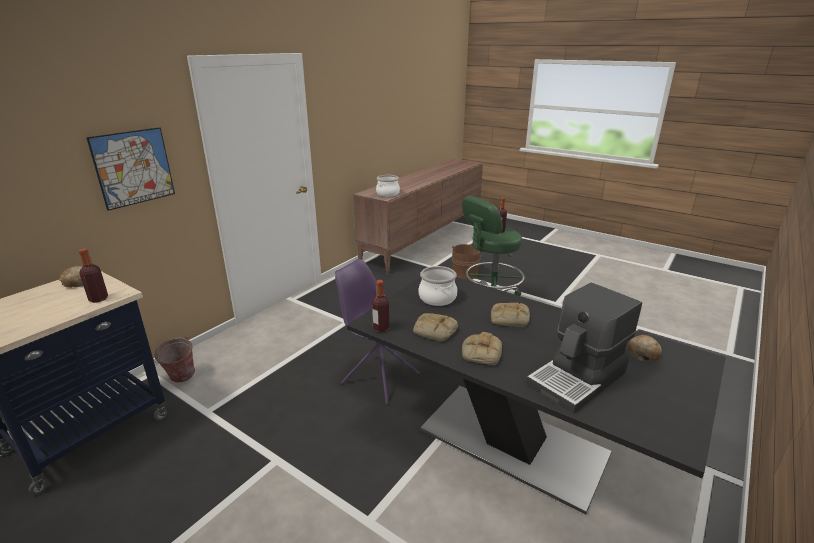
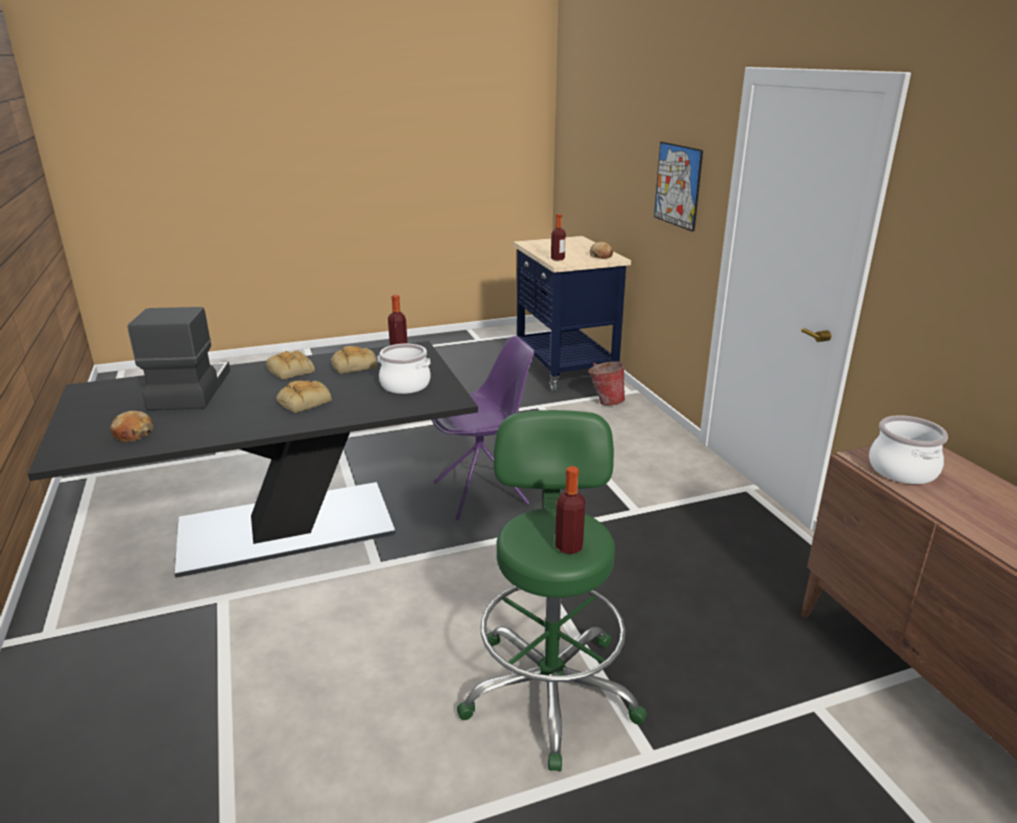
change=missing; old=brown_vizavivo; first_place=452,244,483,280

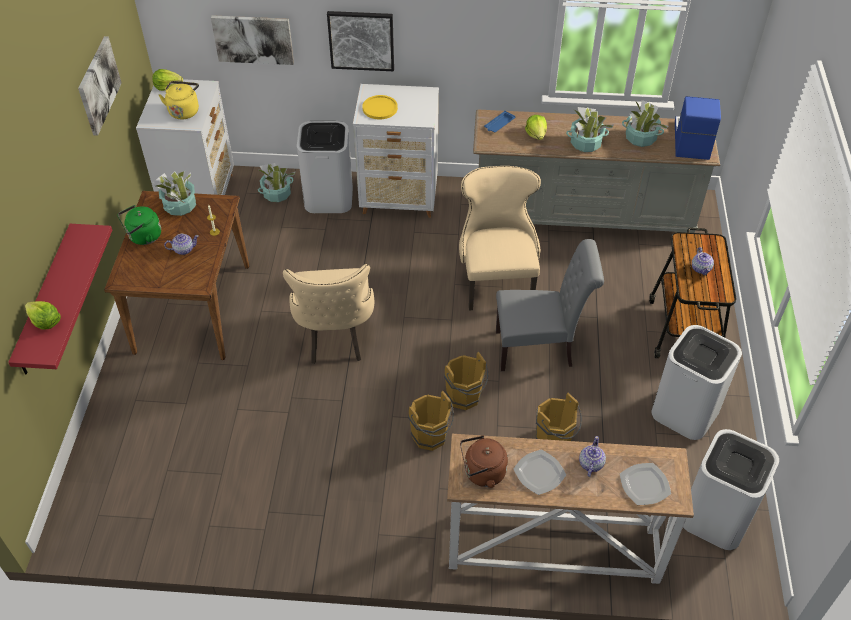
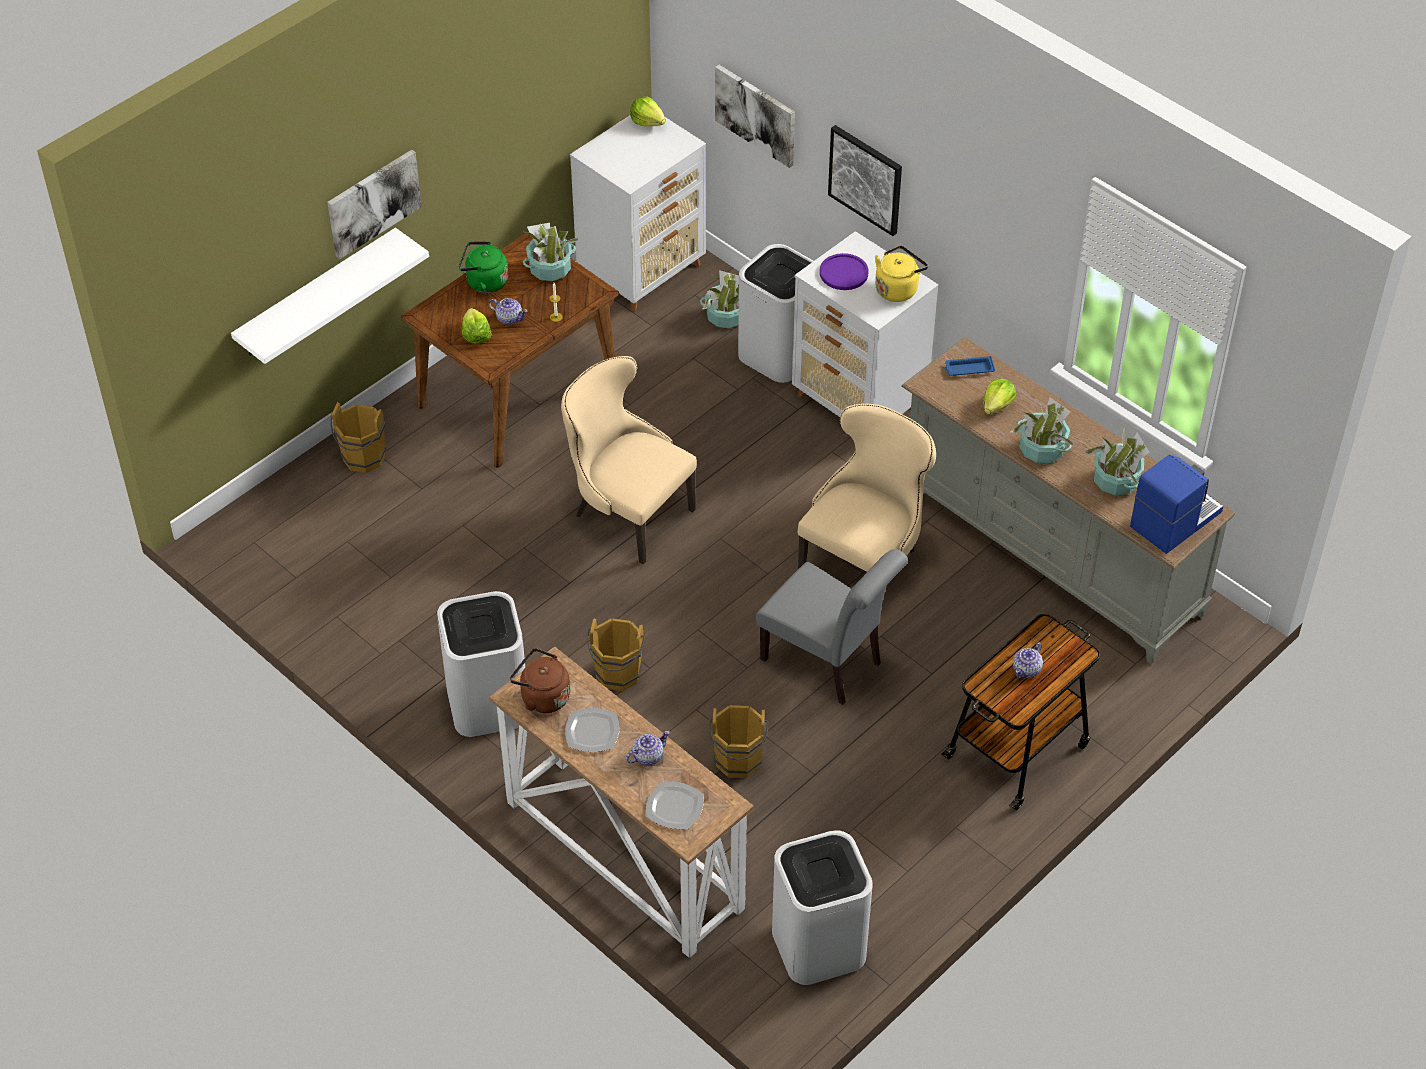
change=colour; old=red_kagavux; new=white_kagavux; first_place=8,224,112,375; second_place=231,228,429,364
change=relocated; old=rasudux; first_place=25,301,61,330; second_place=462,308,492,344
change=relocated; old=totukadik; first_place=78,36,122,136; second_place=327,149,422,259
change=relocated; old=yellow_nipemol; first_place=159,81,199,119; second_place=875,245,928,302
change=spun; old=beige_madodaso; first_place=283,264,374,364; second_place=561,356,697,564; degrees=90
change=colour; old=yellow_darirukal; new=purple_darirukal; first_place=362,95,398,119; second_place=820,253,868,290
change=relocated; old=brown_vizavivo; first_place=444,352,488,410; second_place=331,402,386,473
change=relocated; old=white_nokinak; first_place=651,325,742,440; second_place=437,591,525,737

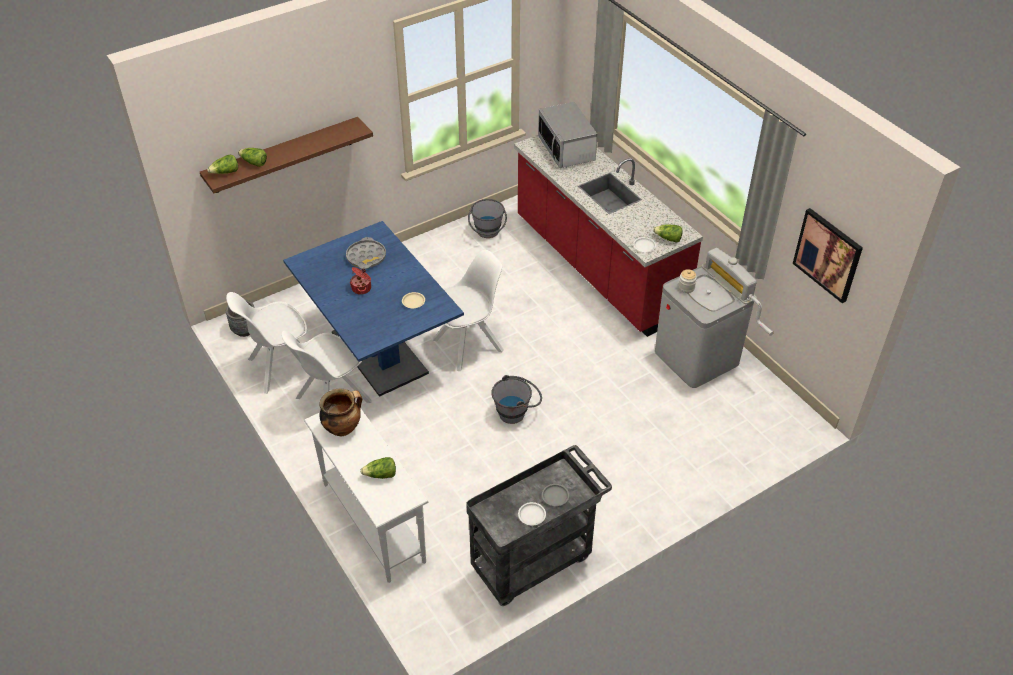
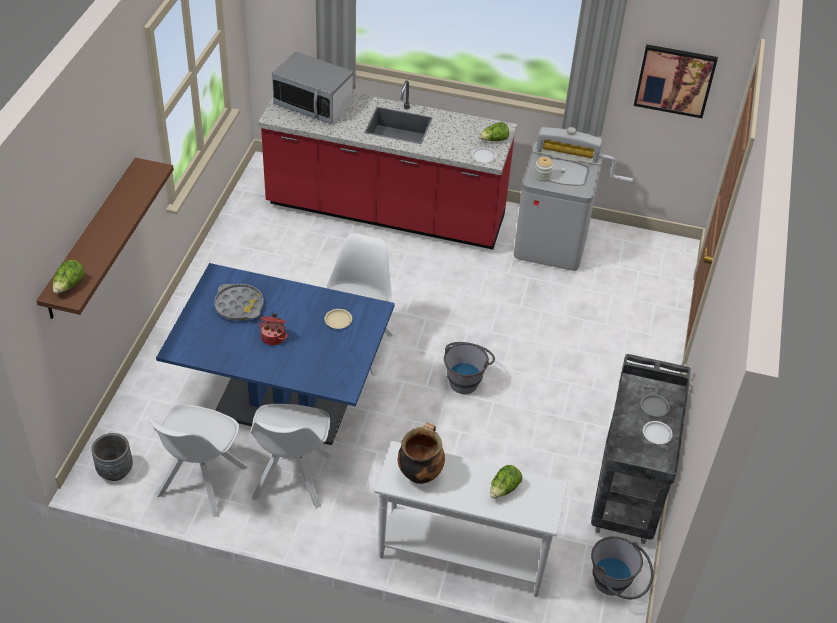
change=missing; old=rasudux; first_place=238,148,267,167
change=relocated; old=grey_vizavivo; first_place=468,199,507,238; second_place=591,536,653,599

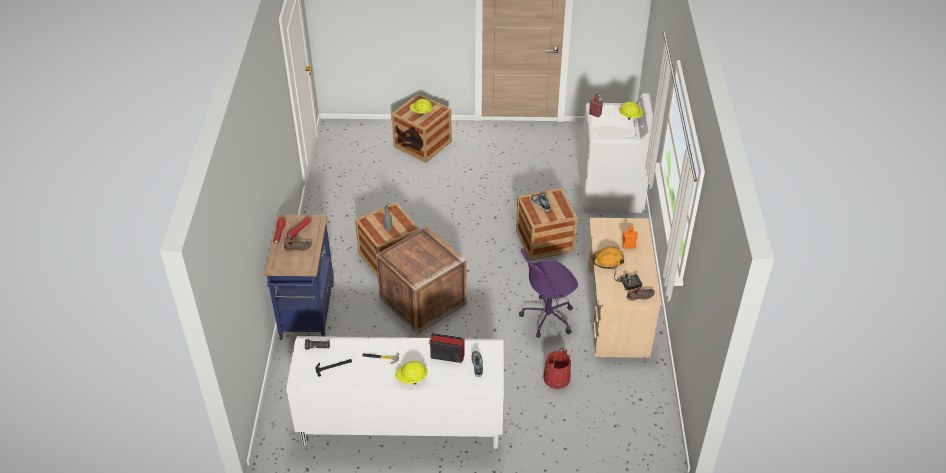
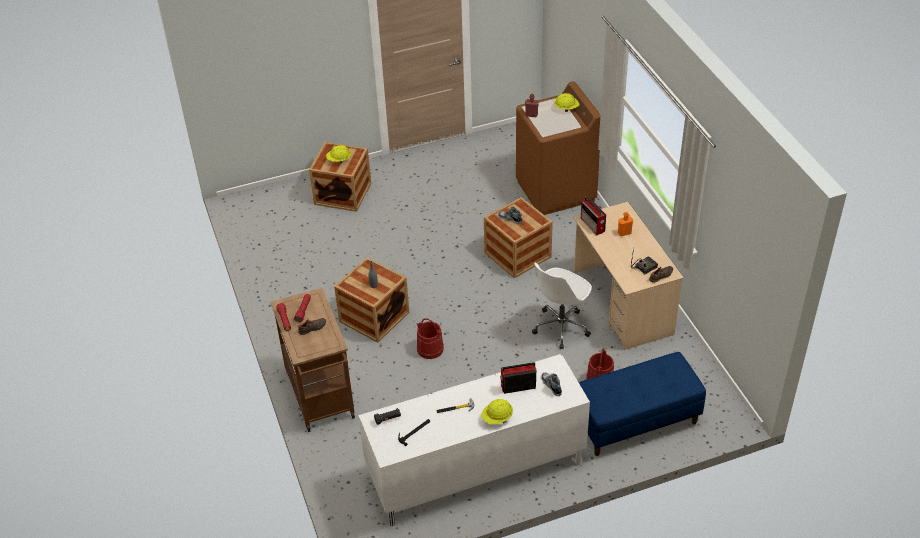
change=colour; old=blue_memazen; new=brown_memazen; first_place=264,215,334,340; second_place=271,288,355,432
change=exchanged; old=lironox; new=red_vizavivo; first_place=376,226,467,334; second_place=417,318,444,359
change=colour; old=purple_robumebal; new=white_robumebal; first_place=519,248,578,338; second_place=532,262,592,349
change=colour; old=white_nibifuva; new=brown_nibifuva; first_place=580,93,653,213; second_place=516,81,601,215
change=missing; old=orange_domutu; first_place=591,246,624,269
change=appeared; new=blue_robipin; second_place=579,352,706,456
change=appeared; new=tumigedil; second_place=581,197,606,235

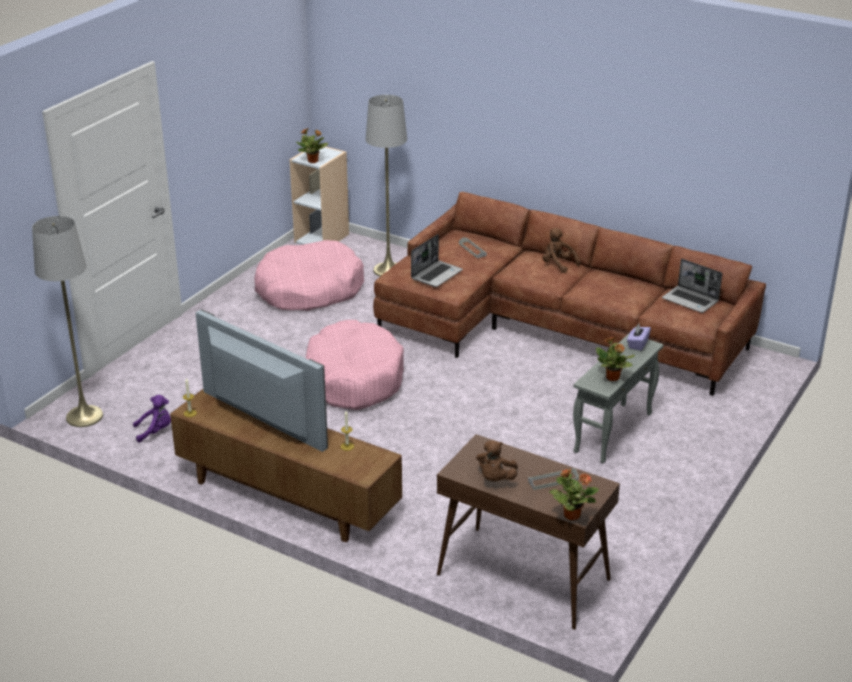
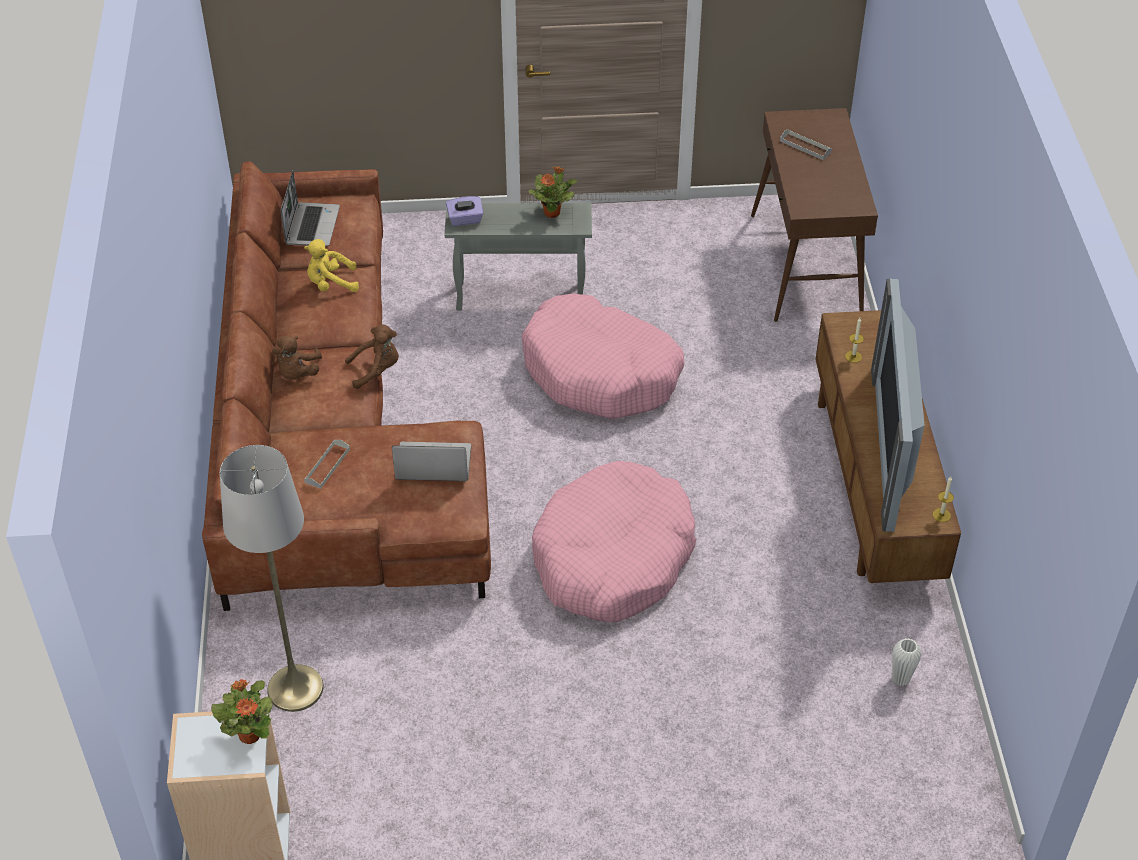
change=missing; old=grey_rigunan; first_place=32,216,103,427
change=exchanged; old=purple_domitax; new=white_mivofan; first_place=133,395,171,442; second_place=892,638,921,686
change=relocated; old=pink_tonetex; first_place=254,240,364,311; second_place=522,294,684,419
change=relocated; old=brown_domitax; first_place=476,440,518,481; second_place=345,324,399,389
change=missing; old=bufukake; first_place=549,469,599,520
change=appeared; new=yellow_domitax; second_place=304,239,359,292

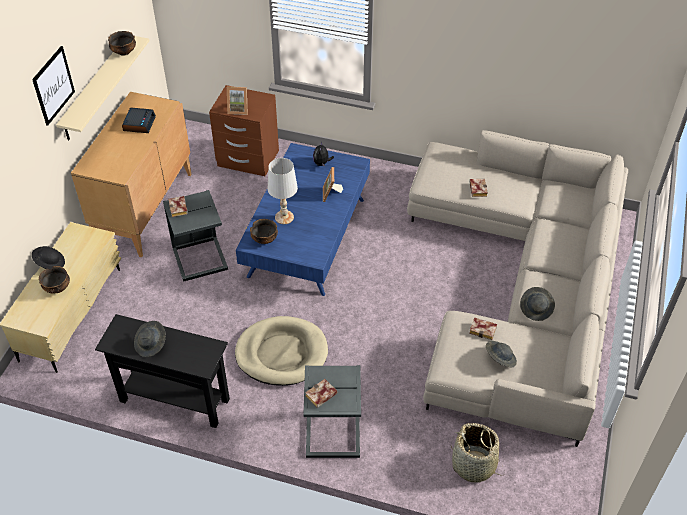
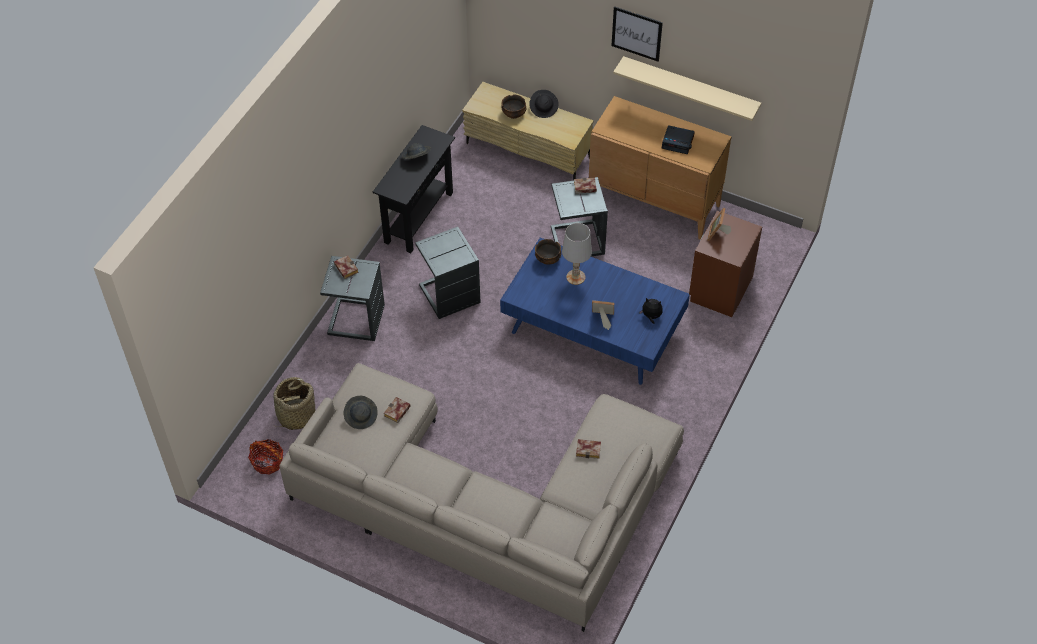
change=missing; old=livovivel; first_place=108,31,136,56
change=exchanged; old=beige_tonetex; new=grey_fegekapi; first_place=235,316,328,386; second_place=415,226,480,319
change=missing; old=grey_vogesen; first_place=520,287,555,321
change=appeared; new=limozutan; second_place=248,439,283,474

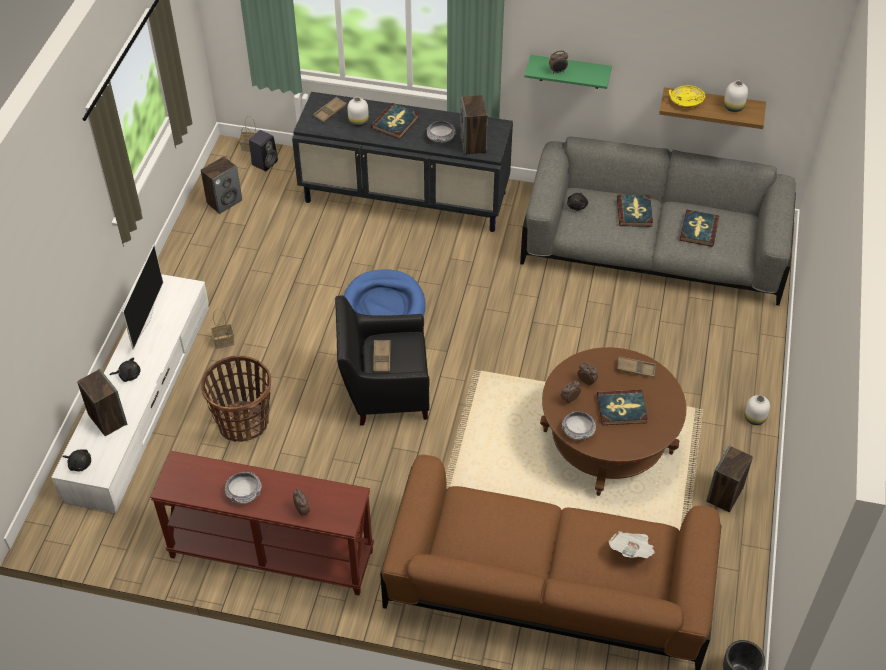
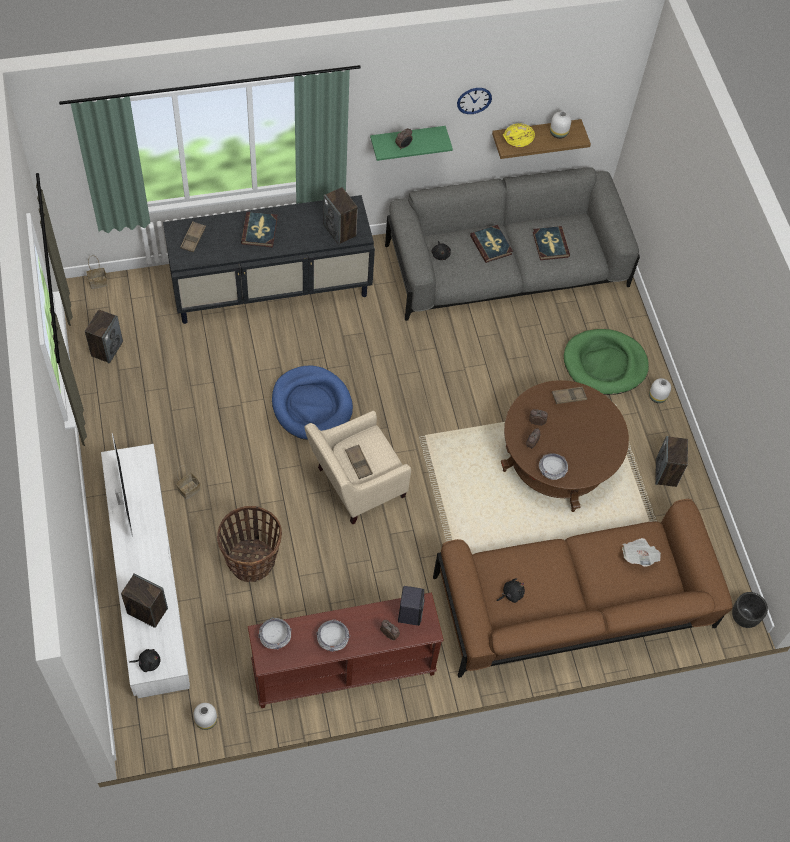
change=relocated; old=black_domitax; first_place=110,357,141,382; second_place=497,578,525,603
change=relocated; old=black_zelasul; first_place=249,130,278,171; second_place=398,586,425,626
change=colour; old=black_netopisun; new=beige_netopisun; first_place=335,295,430,426; second_place=305,411,411,525
change=relocated; old=white_mivofan; first_place=348,97,369,127; second_place=193,703,217,730
change=relocated; old=livovivel; first_place=426,121,456,143; second_place=258,618,292,649
change=missing; old=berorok; first_place=597,390,648,425
change=appeared; new=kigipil; second_place=457,88,492,114
change=appeared; new=green_tonetex; second_place=564,329,649,395

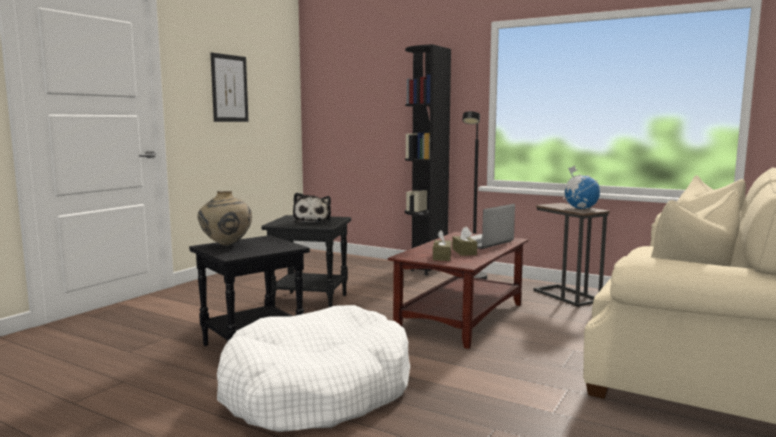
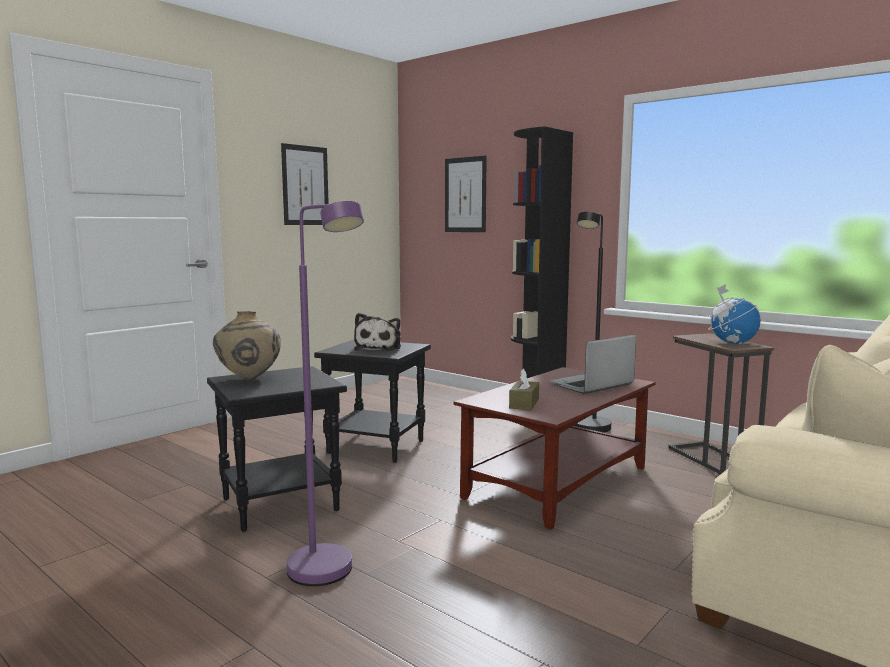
change=exchanged; old=white_tonetex; new=purple_rigunan; first_place=217,305,410,432; second_place=287,201,364,586
change=missing; old=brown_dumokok; first_place=452,226,477,256
change=appeared; new=totukadik; second_place=445,156,487,232

